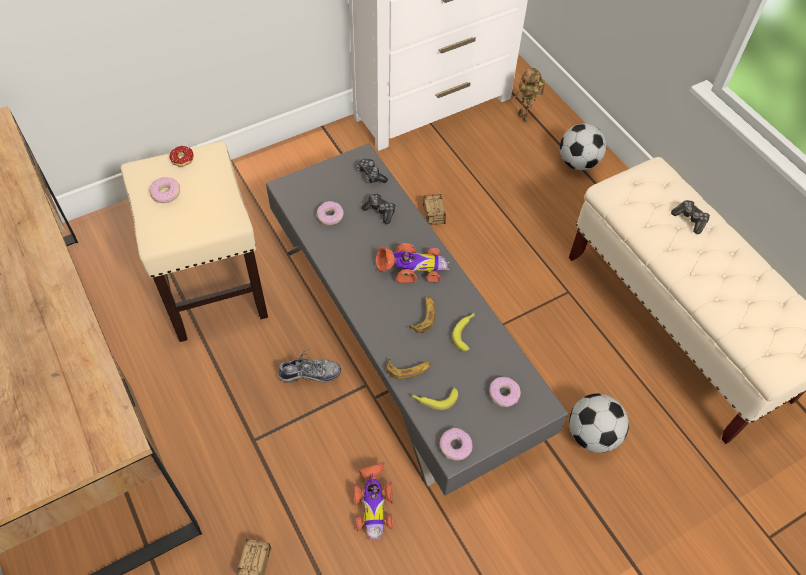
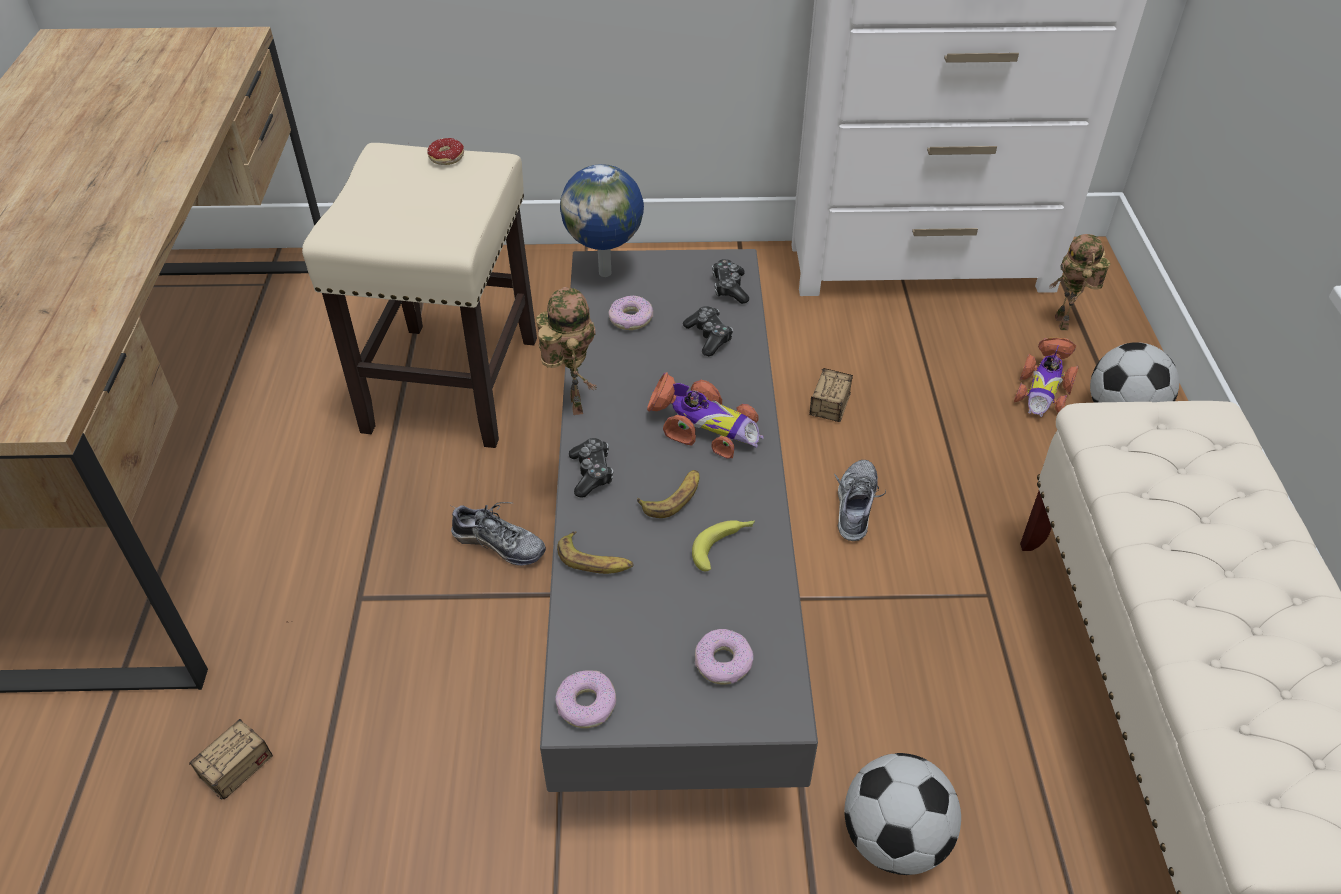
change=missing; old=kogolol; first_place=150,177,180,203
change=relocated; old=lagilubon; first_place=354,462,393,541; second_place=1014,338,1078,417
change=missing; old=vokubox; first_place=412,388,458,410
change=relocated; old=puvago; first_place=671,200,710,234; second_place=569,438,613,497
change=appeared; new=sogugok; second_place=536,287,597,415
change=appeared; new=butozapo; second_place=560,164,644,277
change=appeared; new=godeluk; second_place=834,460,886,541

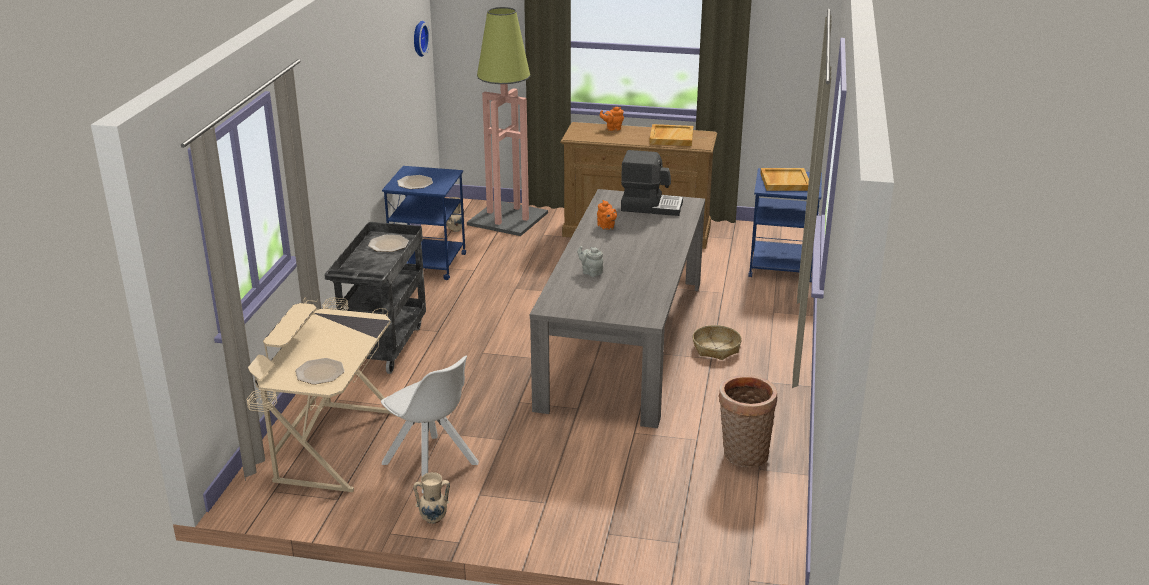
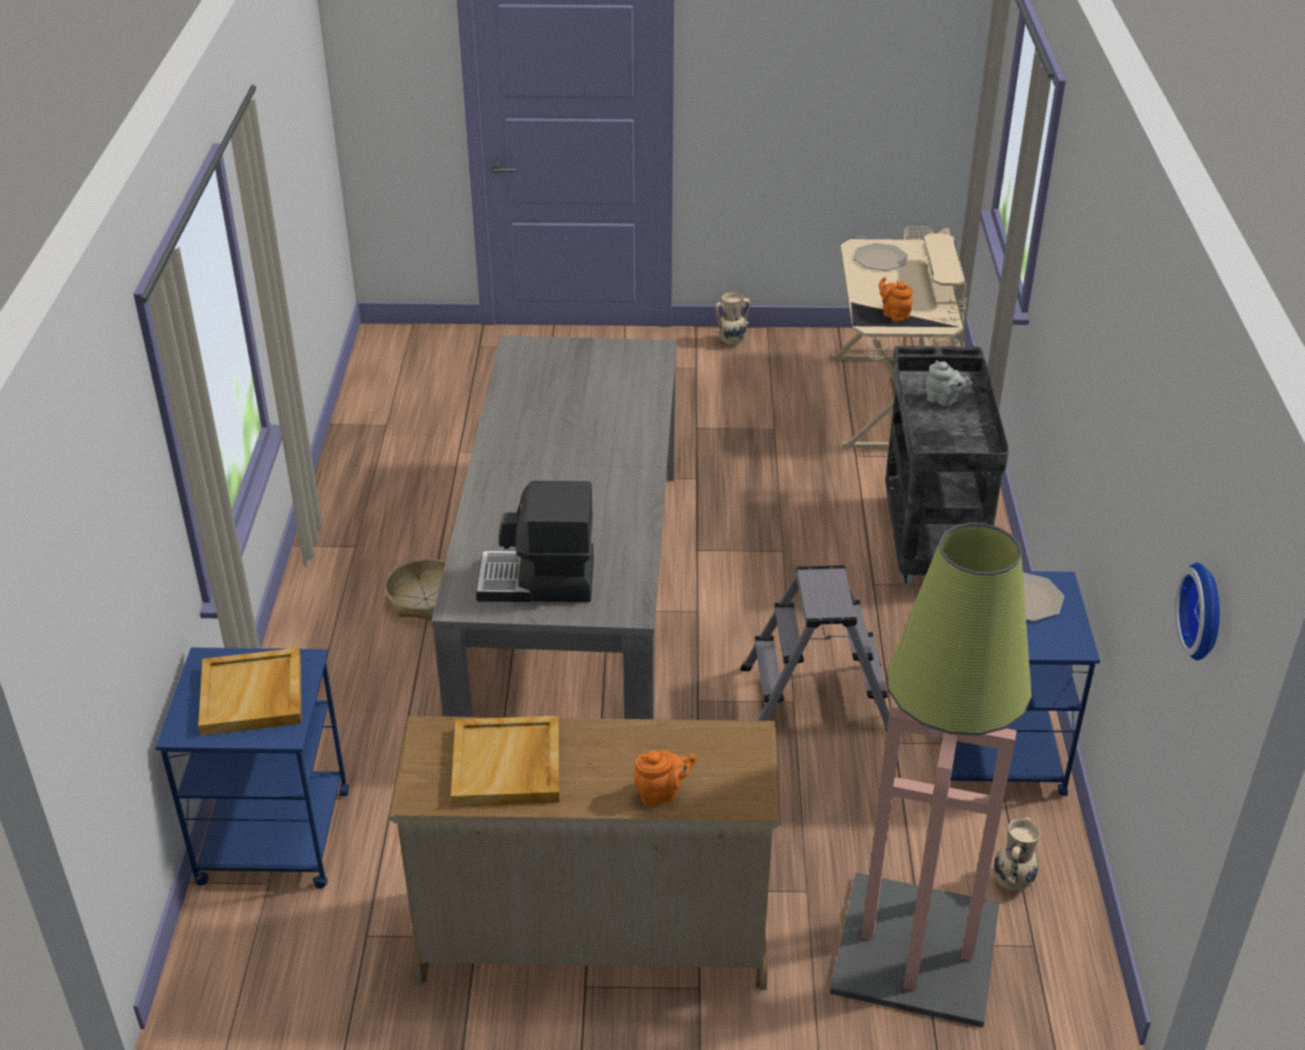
change=missing; old=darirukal; first_place=368,235,409,252
change=missing; old=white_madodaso; first_place=381,356,479,493
change=relocated; old=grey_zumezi; first_place=577,246,603,277; second_place=926,360,972,406
change=relocated; old=orange_zumezi; first_place=597,200,617,230; second_place=879,277,913,322
change=missing; old=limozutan; first_place=718,375,777,468
change=appeared; new=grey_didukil; second_place=740,565,889,732

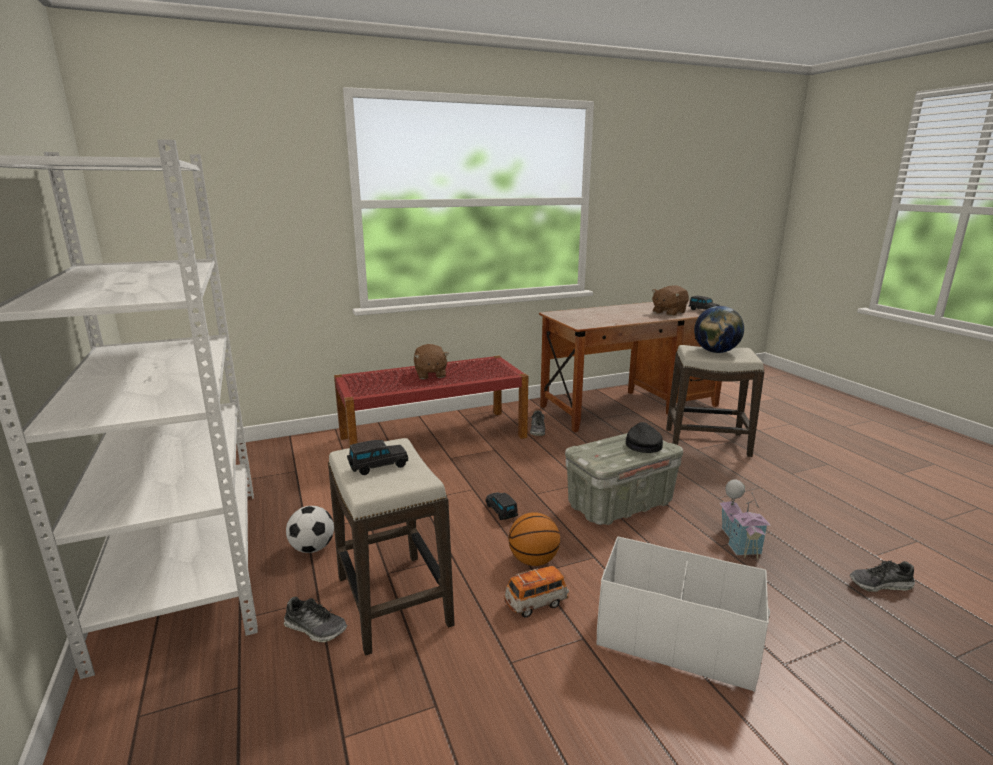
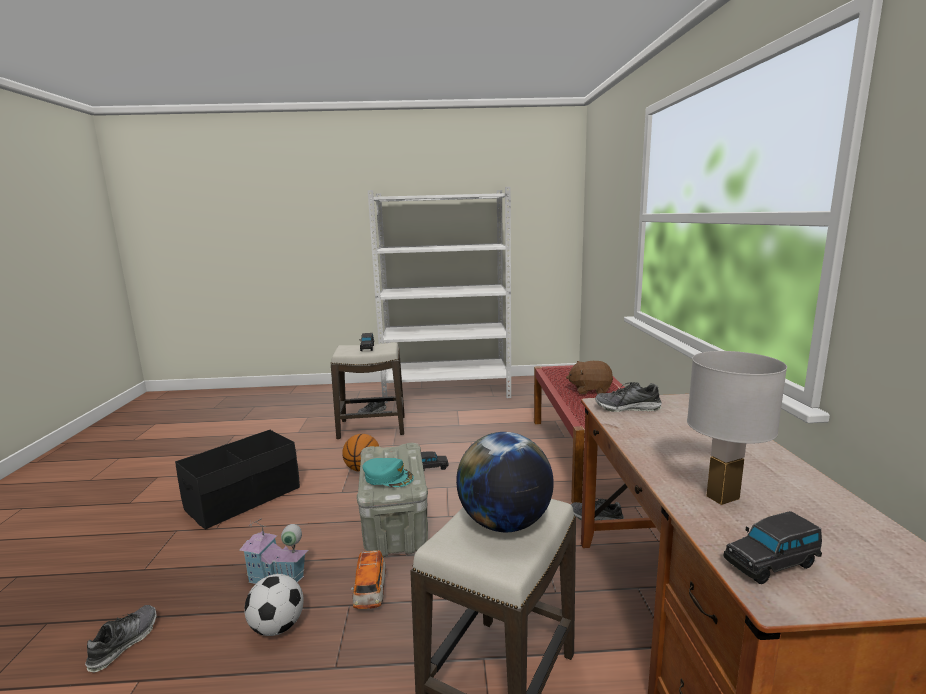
change=relocated; old=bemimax; first_place=286,506,334,553; second_place=244,574,304,636
change=relocated; old=lagilubon; first_place=504,566,569,618; second_place=351,550,386,609
change=colour; old=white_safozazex; new=black_safozazex; first_place=597,536,770,692; second_place=175,430,300,530
change=colour; old=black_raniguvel; new=turquoise_raniguvel; first_place=626,422,663,453; second_place=362,458,414,487
change=exchanged; old=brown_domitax; new=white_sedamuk; first_place=652,285,689,316; second_place=687,351,787,505
change=appeared; new=godeluk; second_place=595,382,662,412

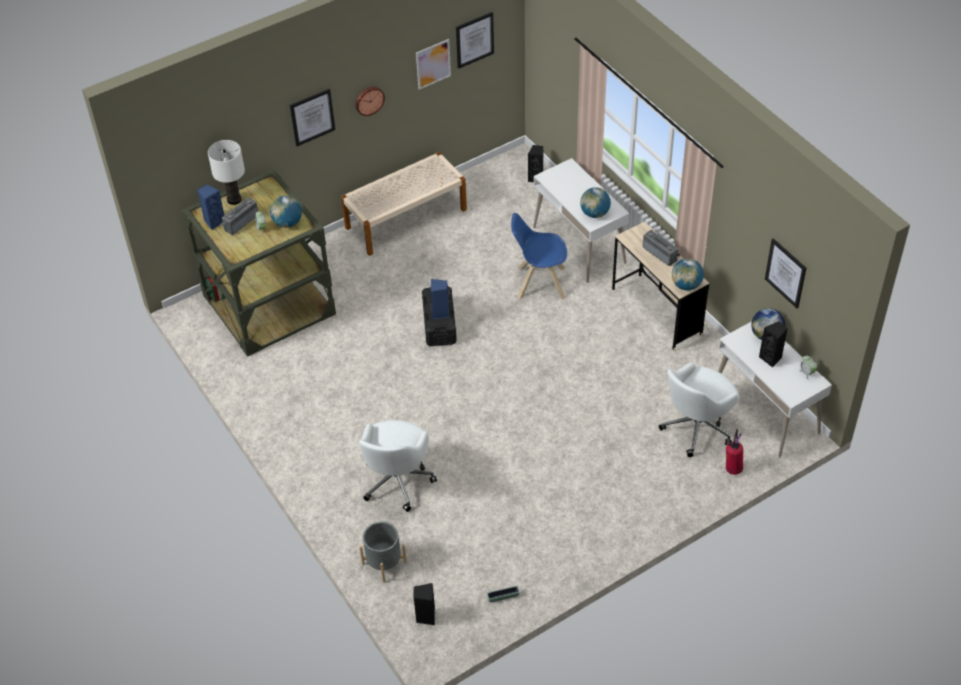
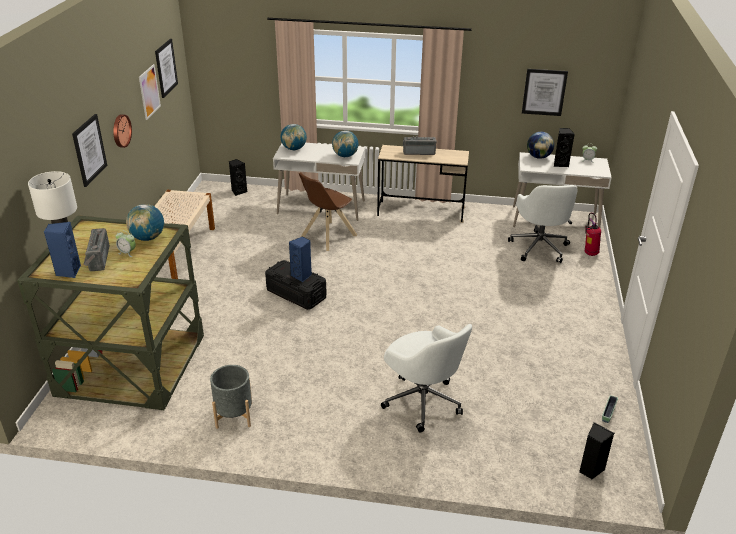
change=relocated; old=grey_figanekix; first_place=359,522,407,583; second_place=210,365,252,429
change=colour; old=blue_madodaso; new=brown_madodaso; first_place=511,213,567,299; second_place=299,172,357,251
change=relocated; old=butozapo; first_place=672,258,704,291; second_place=281,124,307,150

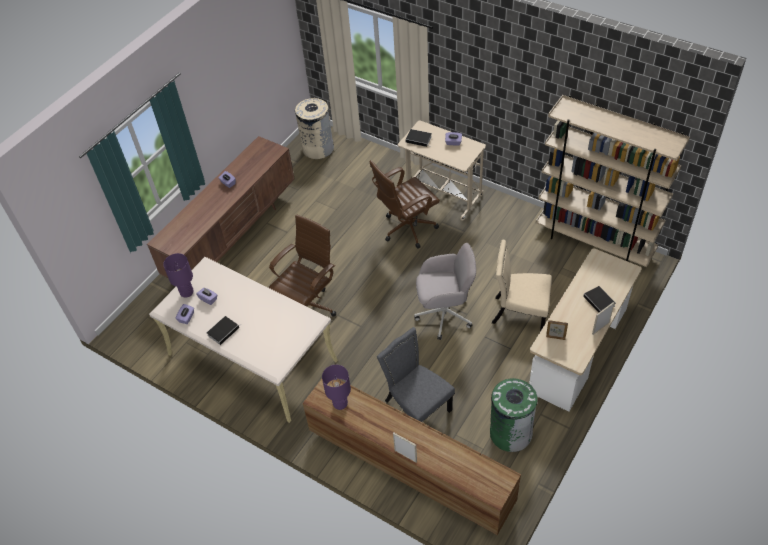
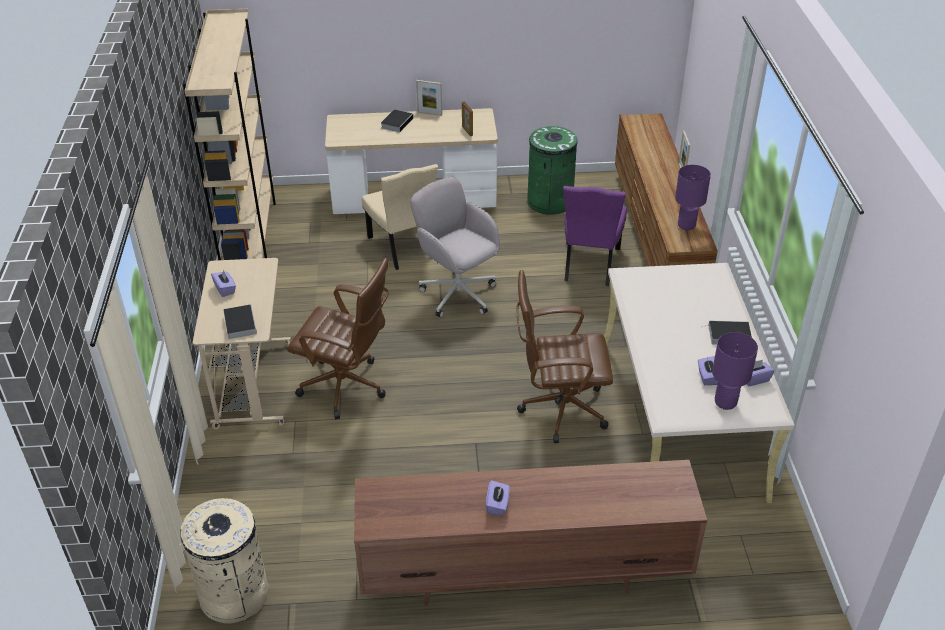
change=colour; old=grey_madodaso; new=purple_madodaso; first_place=377,327,455,422; second_place=563,186,627,286

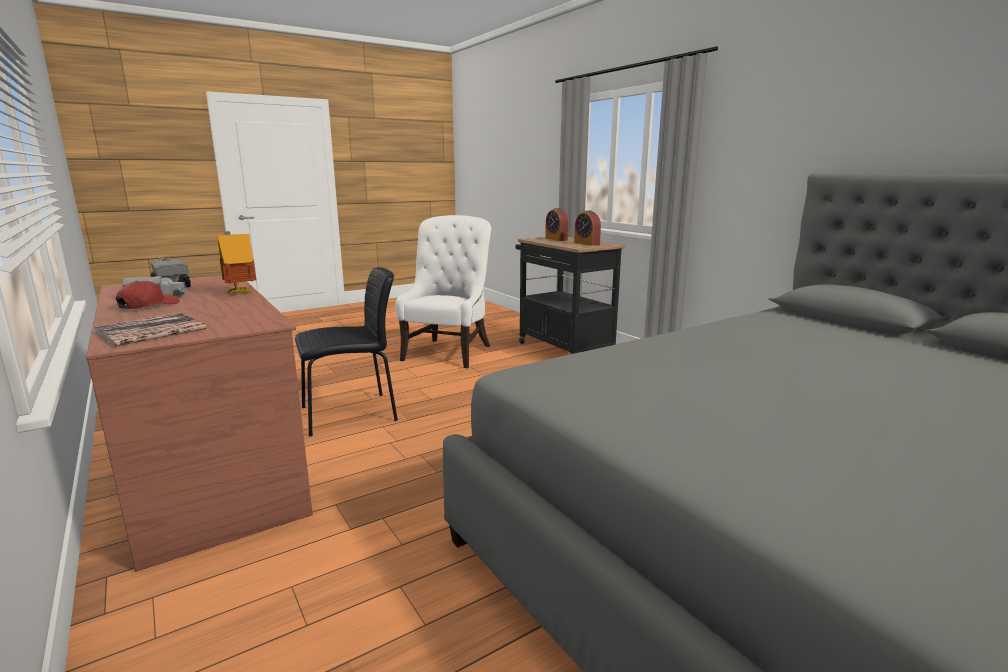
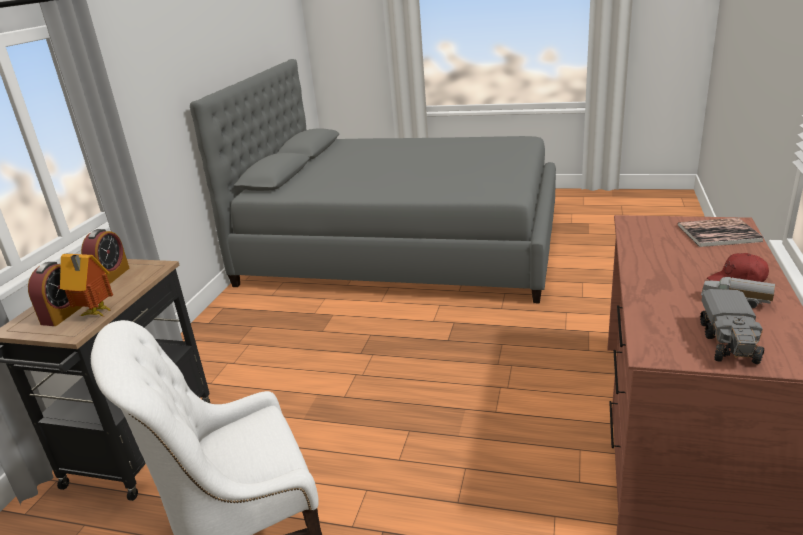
change=relocated; old=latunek; first_place=217,231,257,295; second_place=60,254,113,316
change=missing; old=black_madodaso; first_place=295,267,398,437

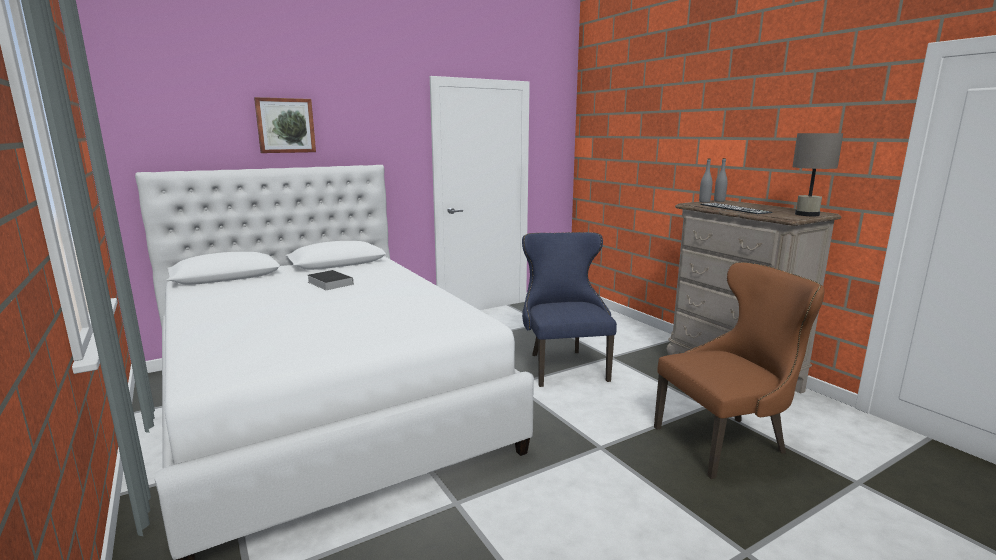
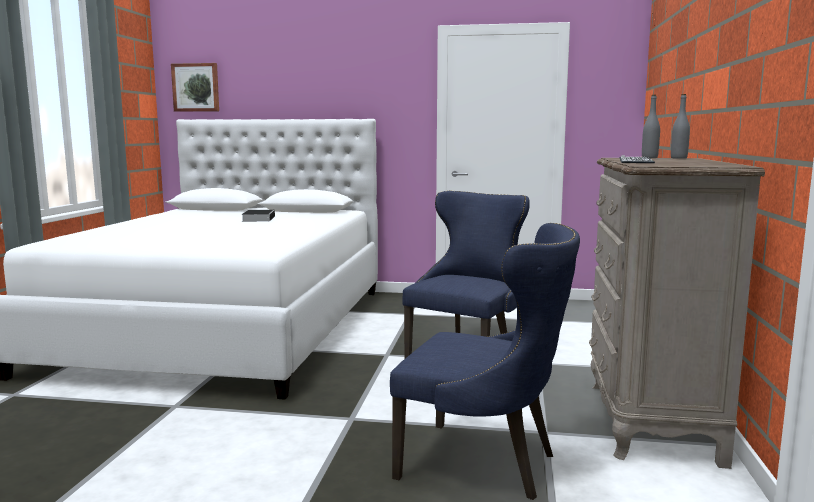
change=relocated; old=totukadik; first_place=254,97,316,153; second_place=171,63,219,112
change=colour; old=brown_madodaso; new=blue_madodaso; first_place=654,262,824,479; second_place=390,223,580,500
change=missing; old=grey_sedamuk; first_place=793,133,843,216

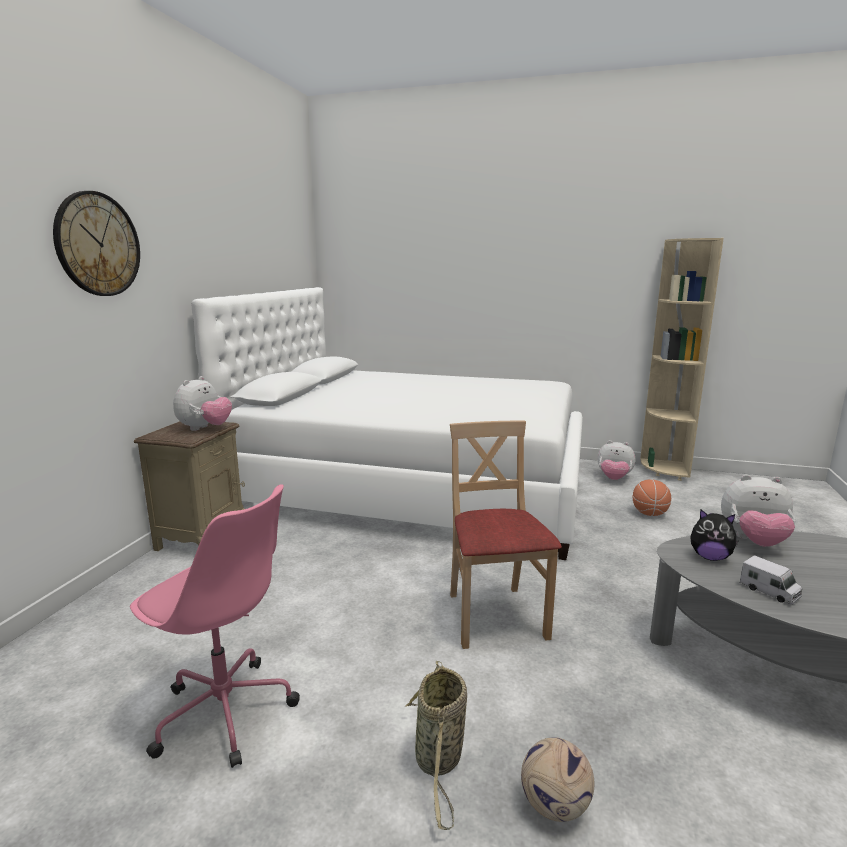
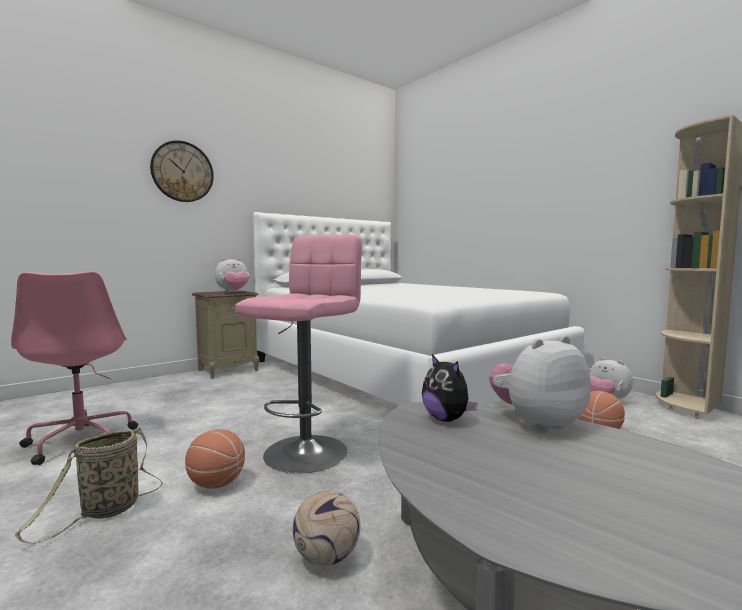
change=exchanged; old=beige_madodaso; new=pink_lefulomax; first_place=450,421,562,649; second_place=235,235,362,473
change=relocated; old=bemimax; first_place=521,737,594,822; second_place=293,490,360,566
change=spun; old=domitax; first_place=721,474,796,547; second_place=489,336,591,433; degrees=105
change=missing; old=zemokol; first_place=740,555,802,604
change=appeared; new=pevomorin; second_place=185,429,245,489

